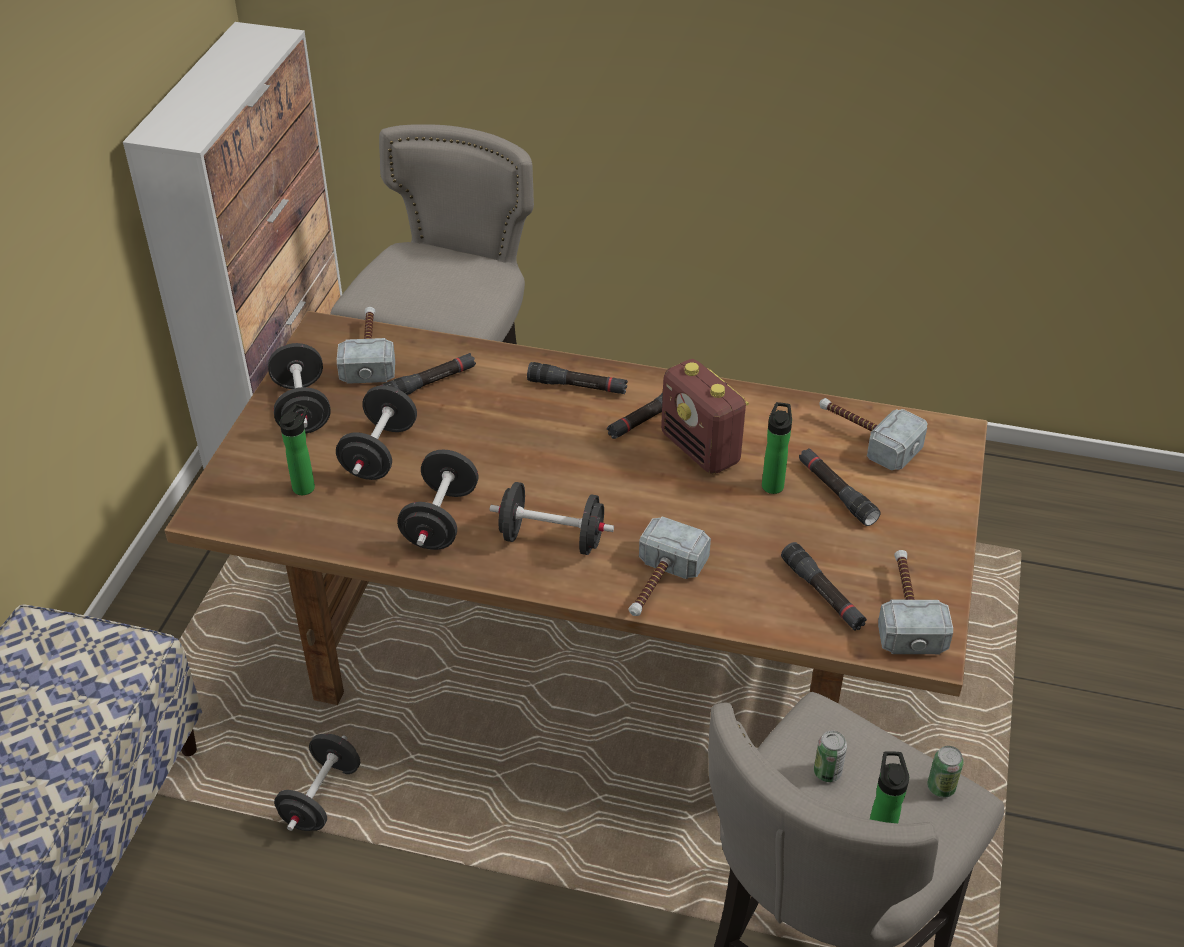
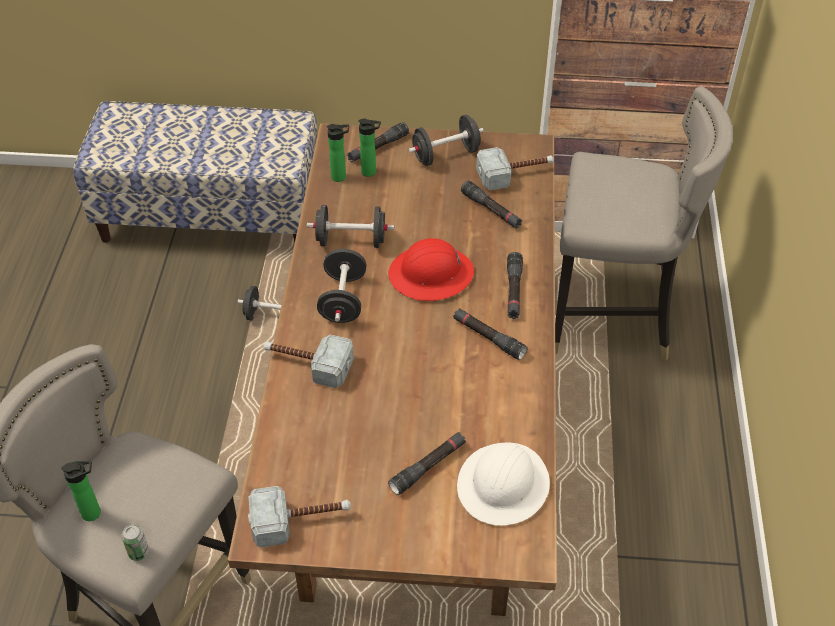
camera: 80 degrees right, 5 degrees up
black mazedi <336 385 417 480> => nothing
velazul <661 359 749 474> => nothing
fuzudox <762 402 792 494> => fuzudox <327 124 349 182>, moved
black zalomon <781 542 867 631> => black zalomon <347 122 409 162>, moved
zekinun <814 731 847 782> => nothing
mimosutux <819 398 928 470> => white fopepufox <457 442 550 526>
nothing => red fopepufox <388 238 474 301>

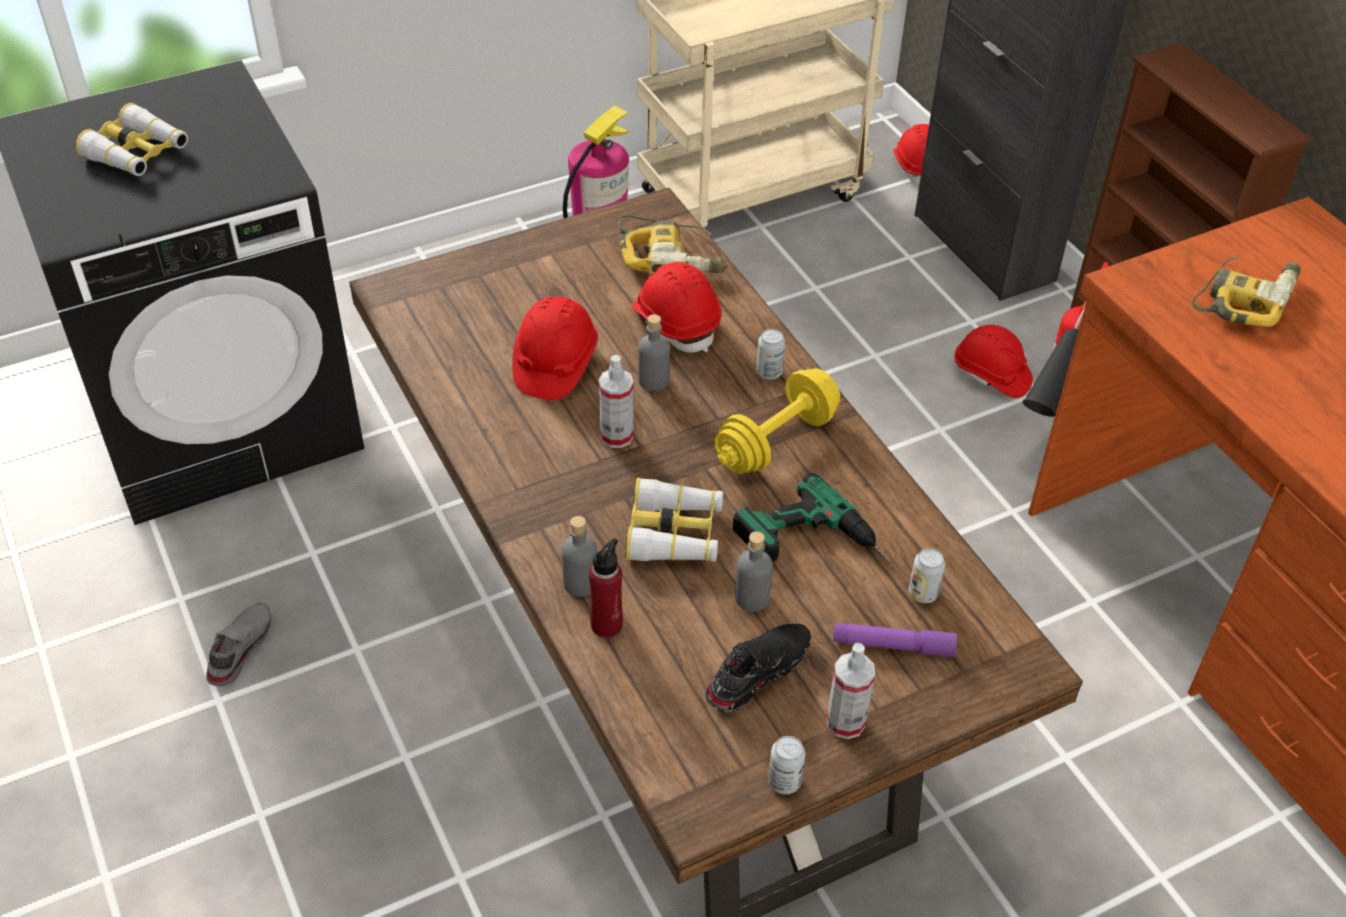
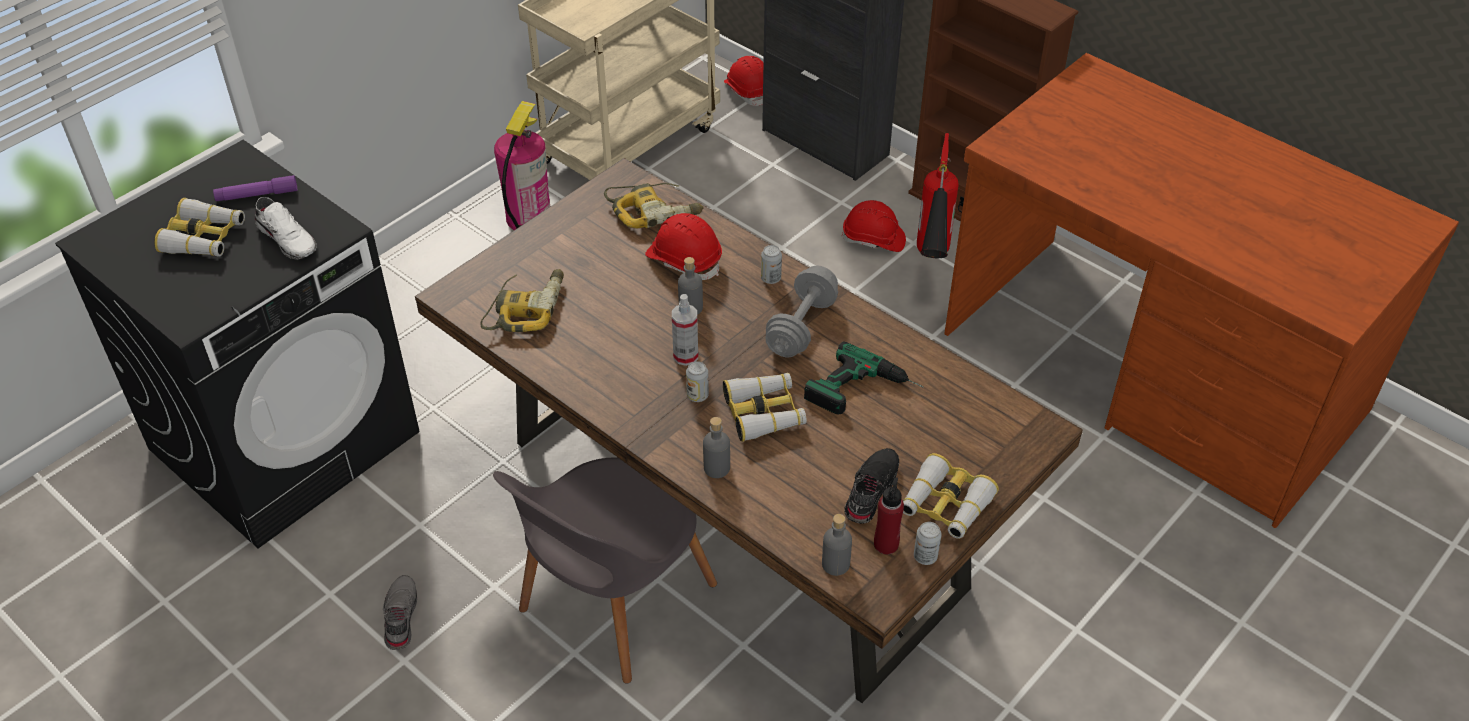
camera: 20 degrees left, 0 degrees up
red fopepufox <512 296 598 400> => nothing
red fuzudox <589 538 623 638> => red fuzudox <874 477 904 554>, moved
yellow mazedi <715 368 840 474> => grey mazedi <765 265 838 357>
grey fuzudox <735 531 773 612> => grey fuzudox <822 514 852 576>, moved
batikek <827 643 875 739> => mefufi <903 453 999 539>
purple zalomon <833 623 957 657> => purple zalomon <213 175 297 201>, moved
zekinun <909 548 945 603> => zekinun <686 361 709 402>, moved
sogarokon <1192 256 1301 327> => sogarokon <480 269 564 332>, moved
nothing => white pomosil <255 197 317 259>
nothing => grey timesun <493 458 717 684>

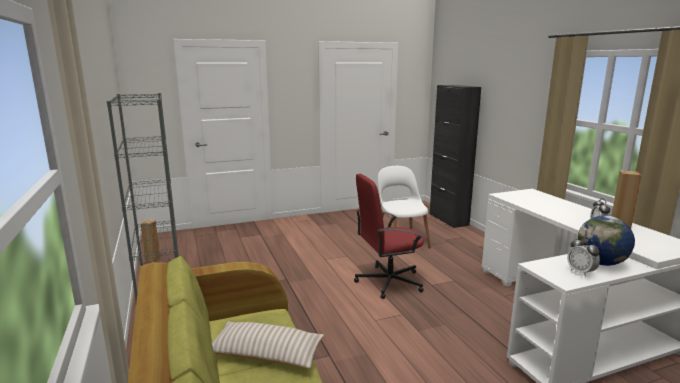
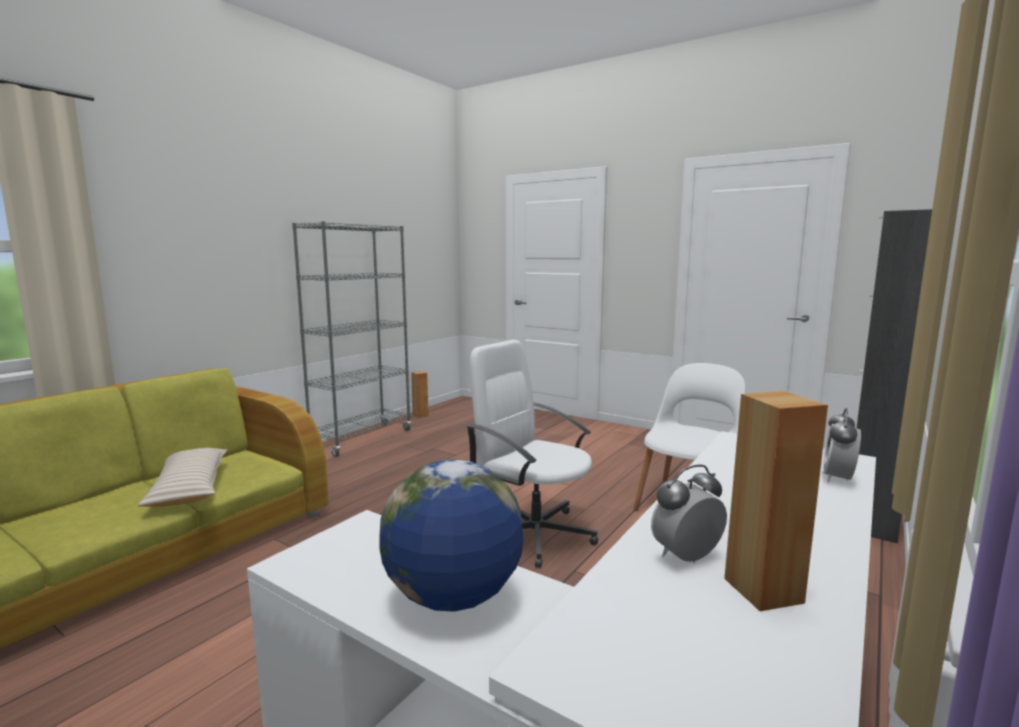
camera: 55 degrees right, 5 degrees down
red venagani <354 174 424 299> => white venagani <466 340 598 568>
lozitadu <567 237 600 277> => lozitadu <822 408 861 482>, moved

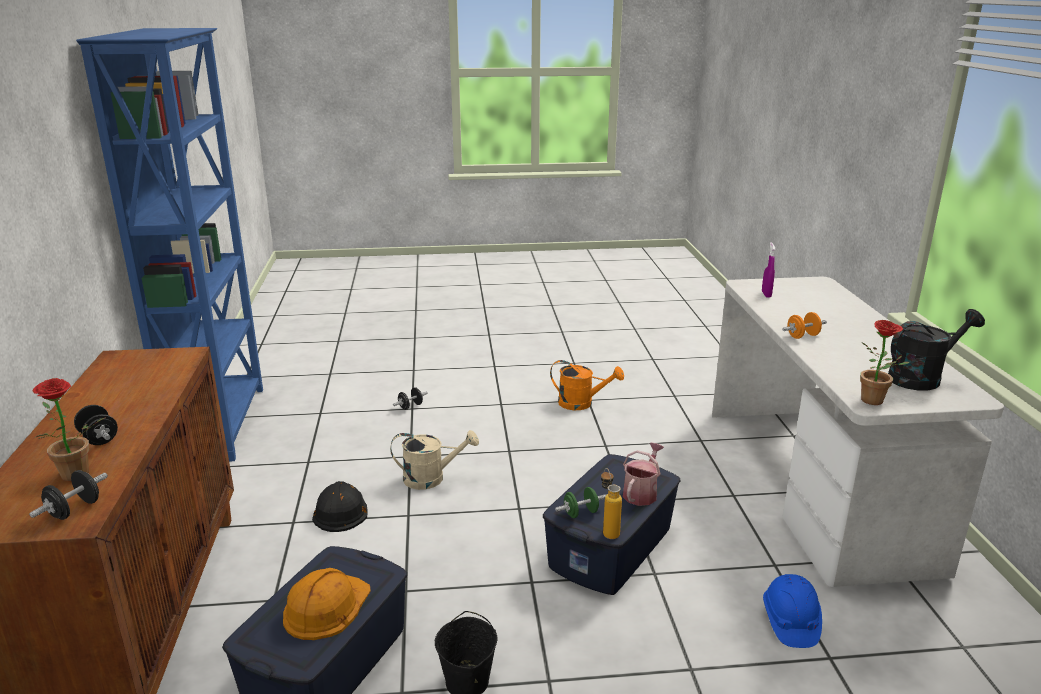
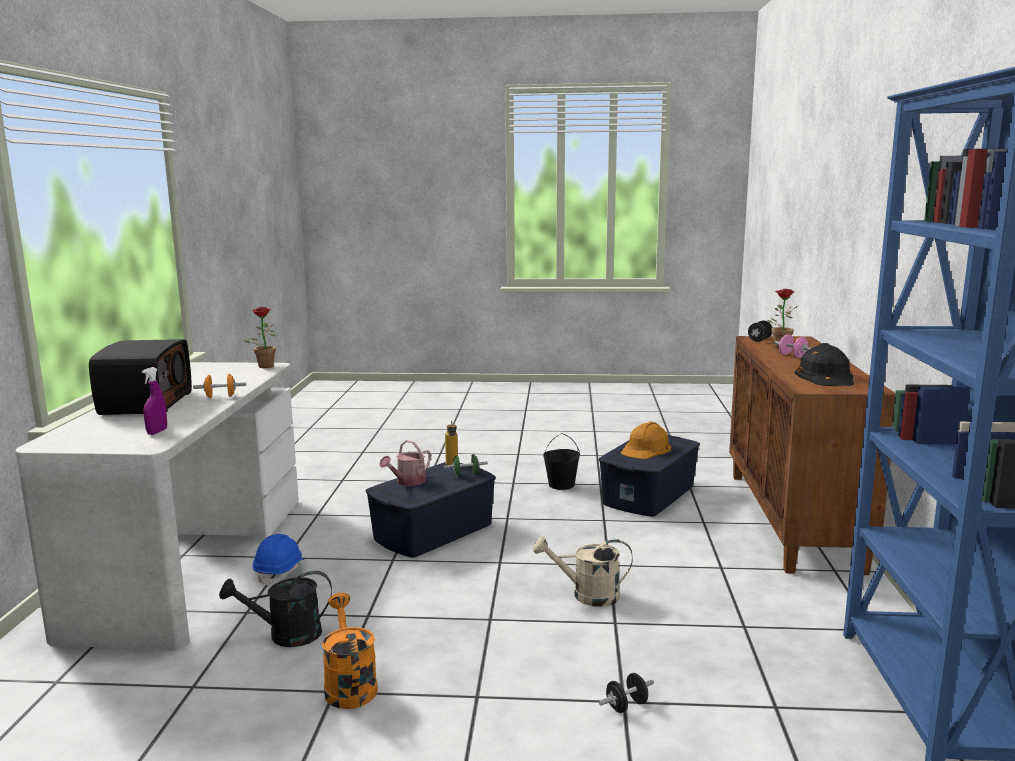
camera: 170 degrees left, 10 degrees down
black mazedi <74 405 118 445> => pink mazedi <775 334 811 358>
black fopepufox <312 481 368 532> => black fopepufox <795 343 854 386>, moved
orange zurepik <550 360 624 410> => orange zurepik <322 593 378 709>, 45 degrees clockwise
blue fopepufox <763 574 822 648> => blue fopepufox <253 534 305 587>, moved
black zurepik <888 309 985 391> => black zurepik <219 571 332 647>, moved
nothing => velazul <89 339 192 415>

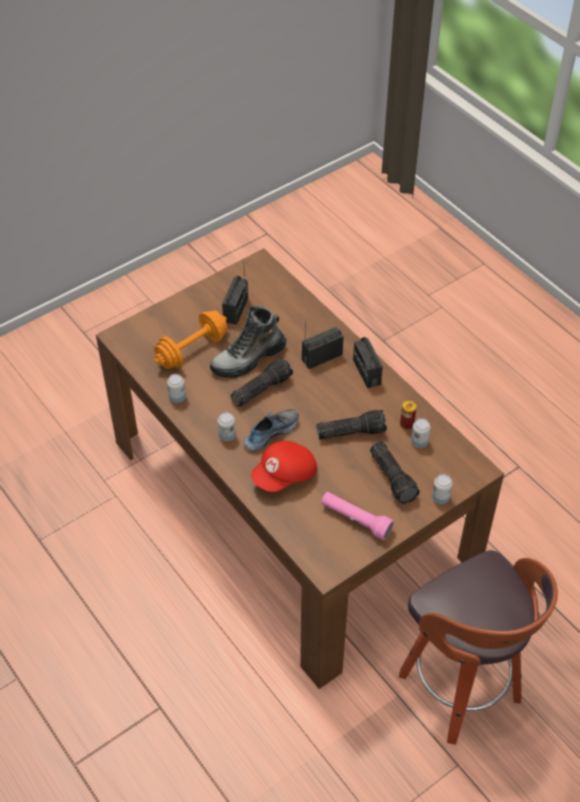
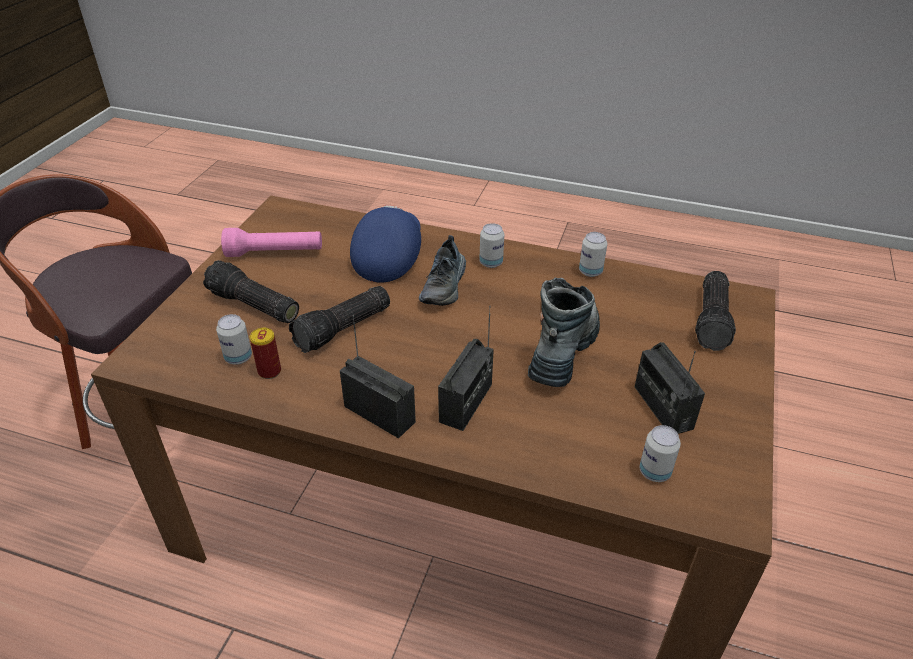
camera: 145 degrees right, 10 degrees down
orange mazedi <154 311 228 369> => nothing
zalomon <230 357 293 407> => zalomon <695 271 736 351>, moved
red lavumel <251 441 317 492> => blue lavumel <350 205 421 283>
zekinun <432 474 453 504> => zekinun <639 425 681 482>, moved

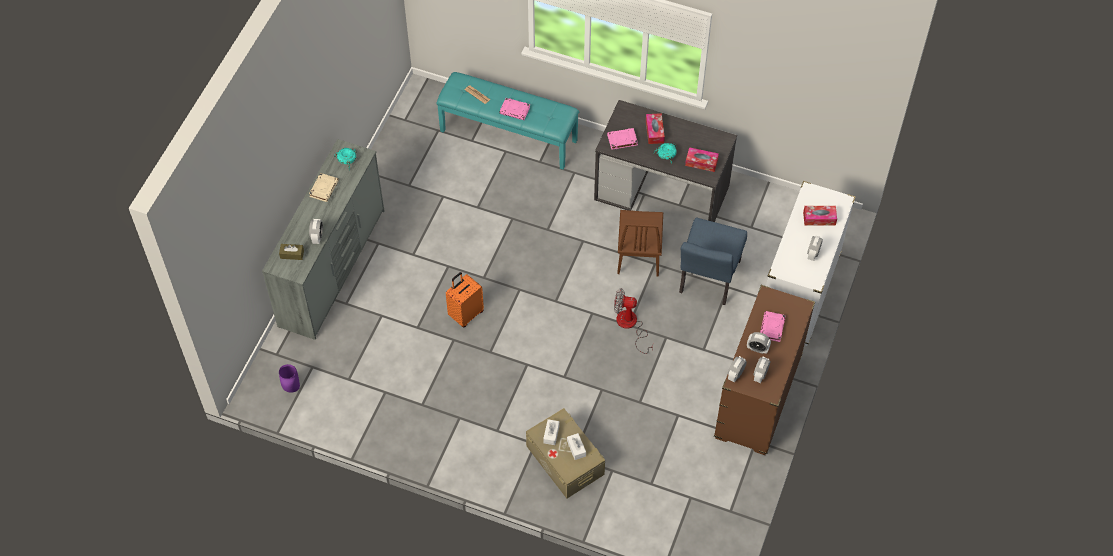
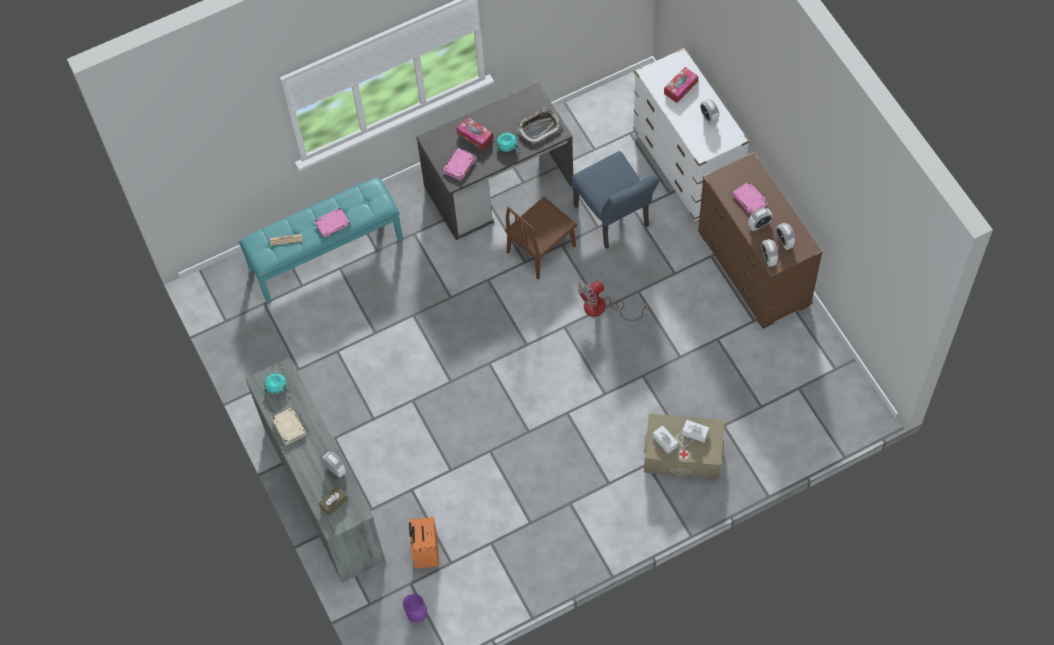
camera: 45 degrees left, 5 degrees up
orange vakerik <446 272 484 327> => orange vakerik <409 517 439 569>, moved
brown timesun <617 210 663 277> => brown timesun <505 197 577 279>, 90 degrees clockwise
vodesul <685 147 719 172> => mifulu <517 107 562 144>

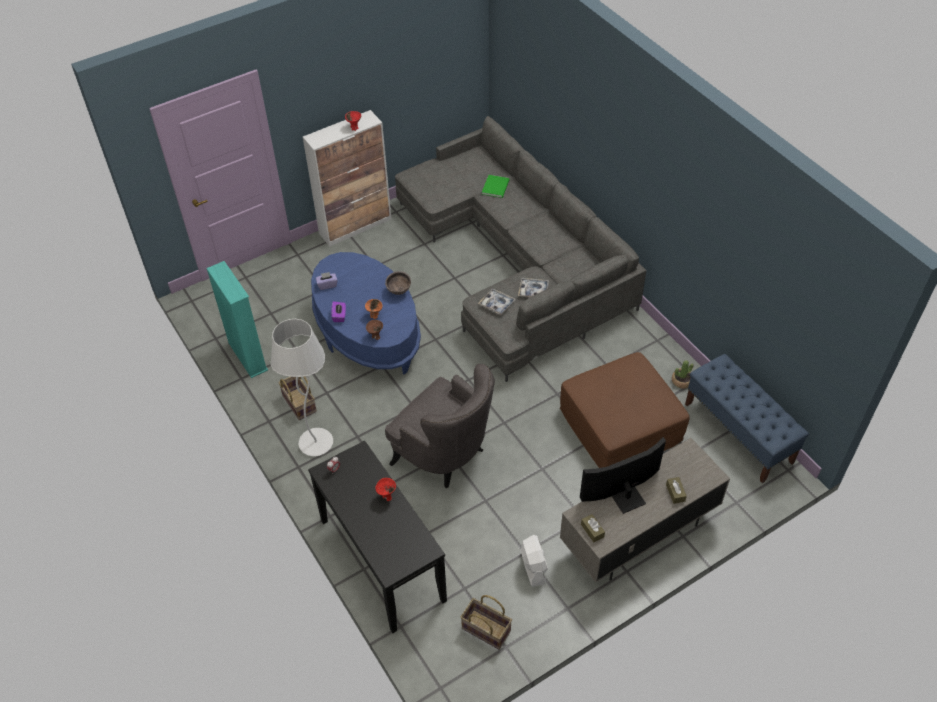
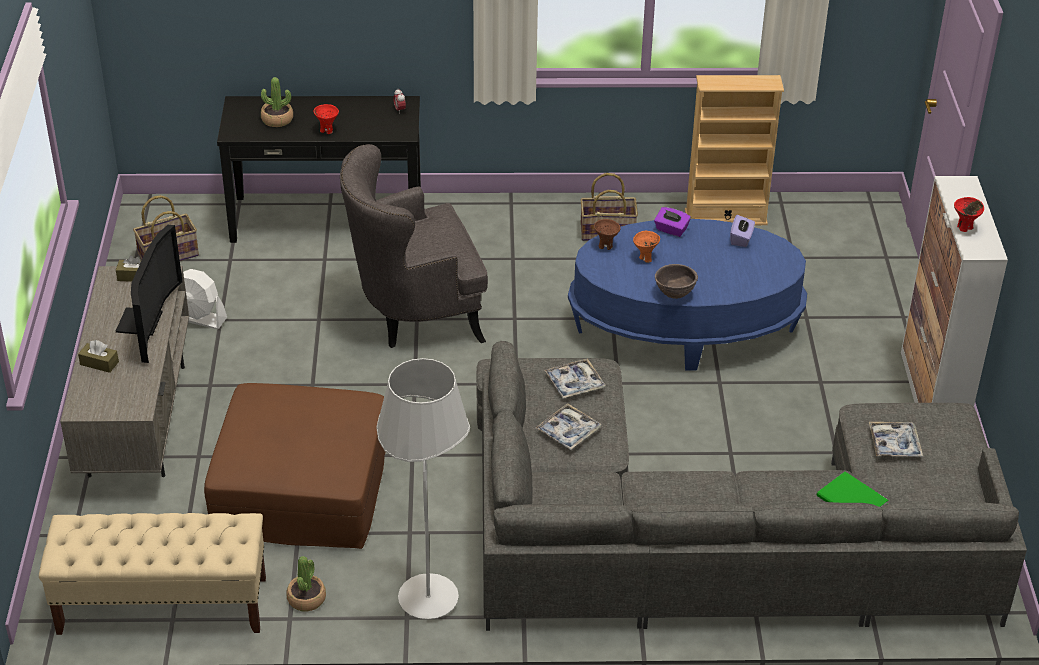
camera: 120 degrees right, 10 degrees down
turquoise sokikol <206 261 268 378> => beige sokikol <685 75 784 225>
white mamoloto <271 319 333 457> => white mamoloto <376 358 470 620>, moved
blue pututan <685 354 809 483> => beige pututan <39 513 266 635>
nothing => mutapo <261 77 293 127>
nothing => mifulu <869 422 923 457>

